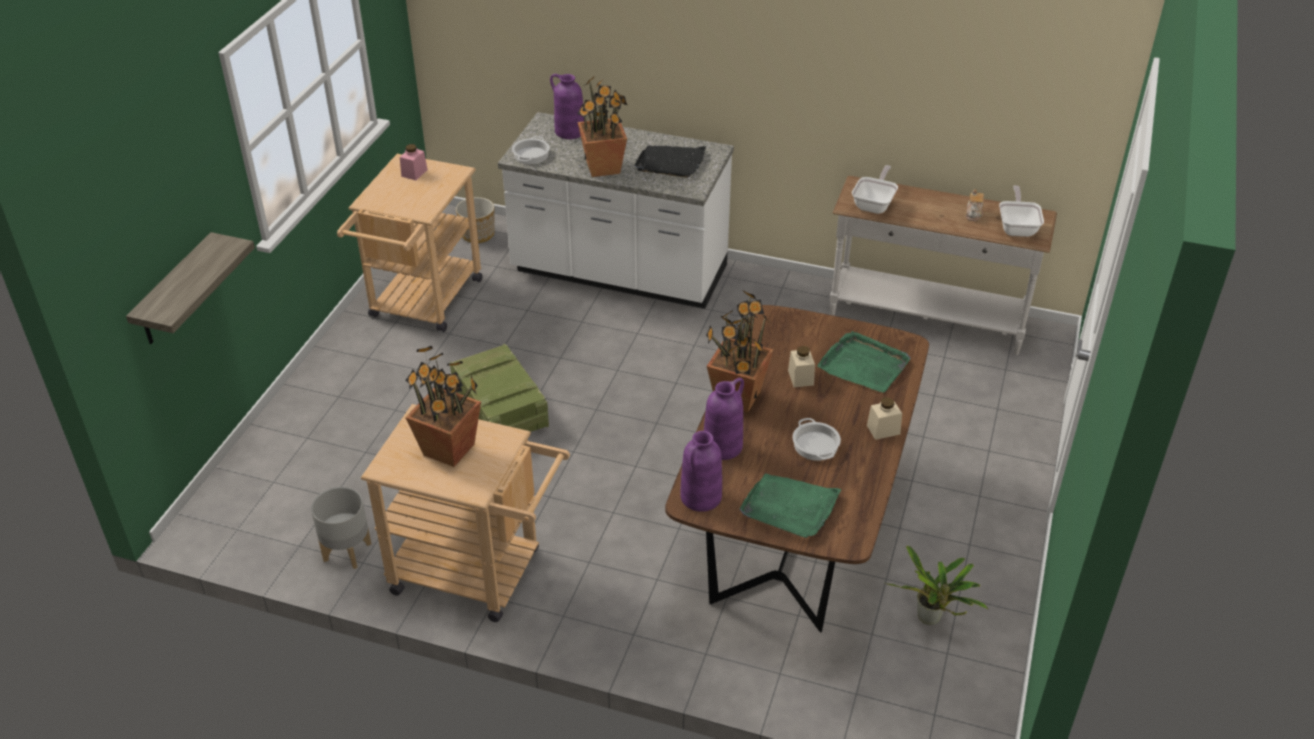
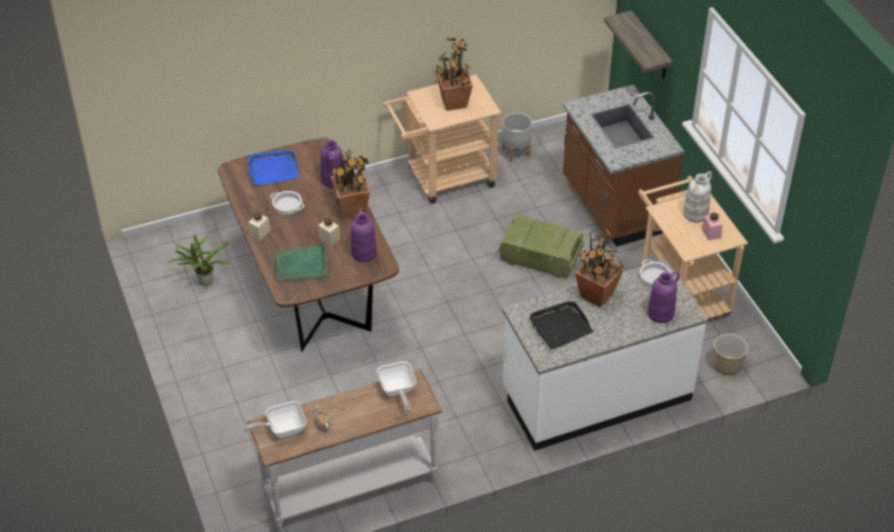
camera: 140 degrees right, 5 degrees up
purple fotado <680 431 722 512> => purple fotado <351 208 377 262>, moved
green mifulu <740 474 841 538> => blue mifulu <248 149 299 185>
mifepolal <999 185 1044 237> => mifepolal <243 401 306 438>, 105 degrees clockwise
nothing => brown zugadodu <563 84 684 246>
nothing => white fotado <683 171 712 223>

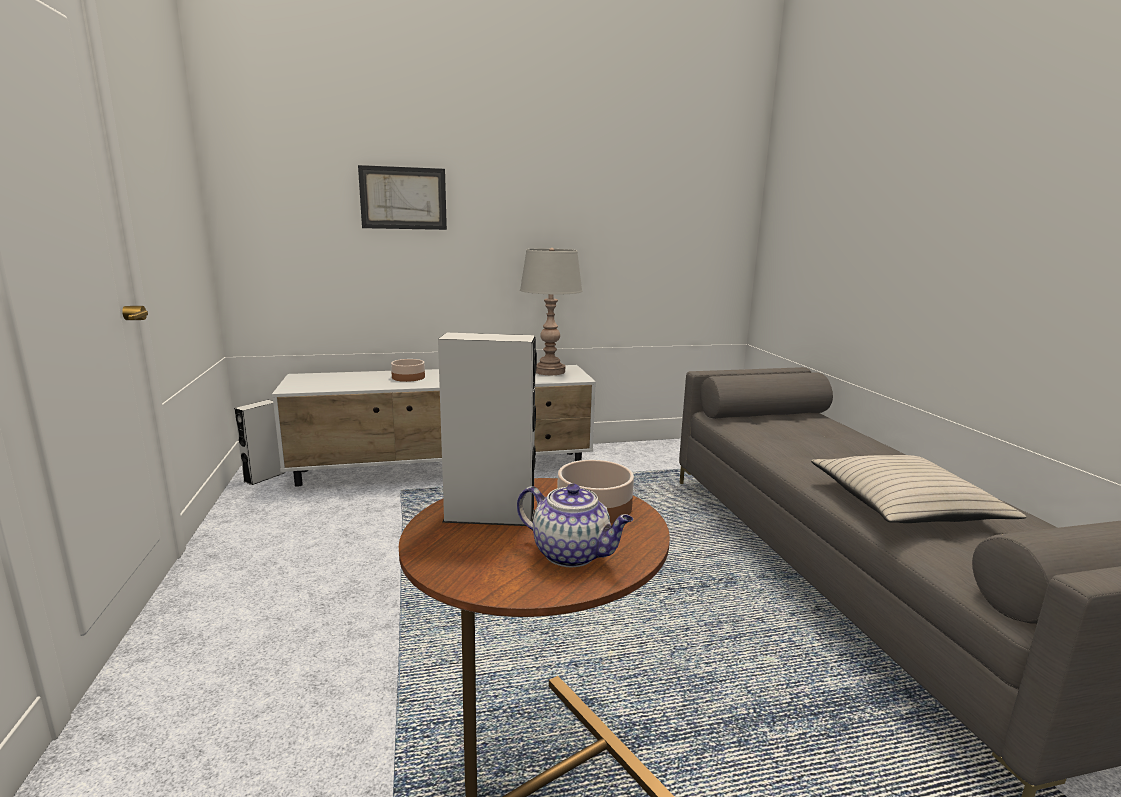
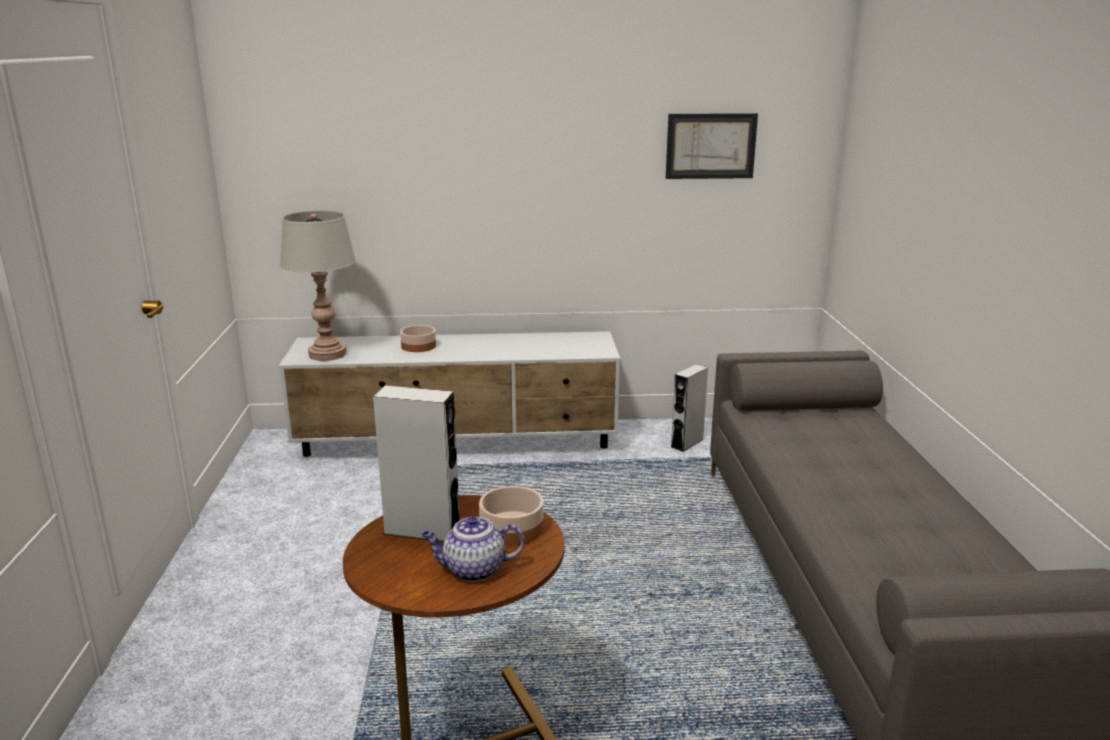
camera: 10 degrees right, 5 degrees up
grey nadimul <234 400 285 485> => grey nadimul <670 364 708 452>, moved
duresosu <358 165 447 230> => duresosu <666 113 758 179>, moved
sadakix <517 484 633 567> => sadakix <422 516 525 582>, 135 degrees clockwise
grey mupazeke <520 248 583 375> => grey mupazeke <280 211 356 361>, moved
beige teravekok <811 455 1026 523> => nothing

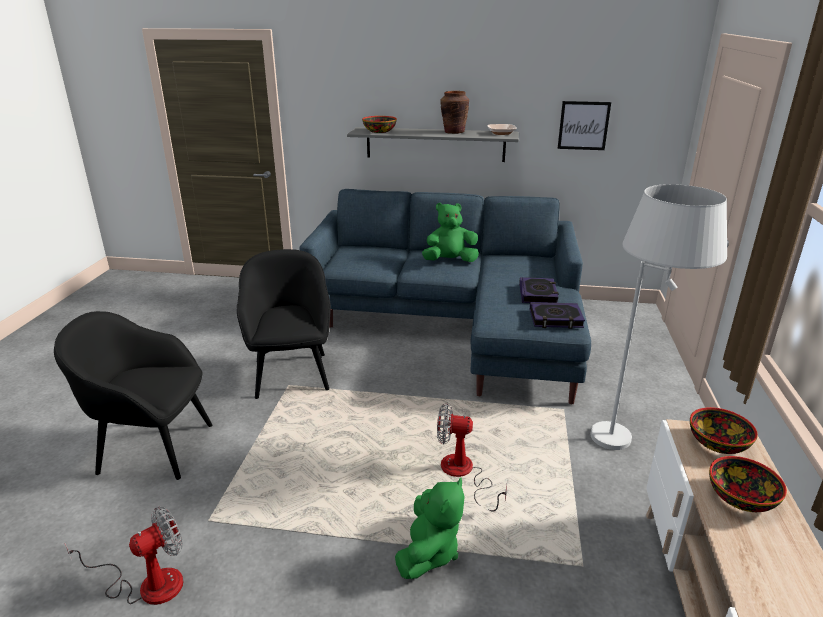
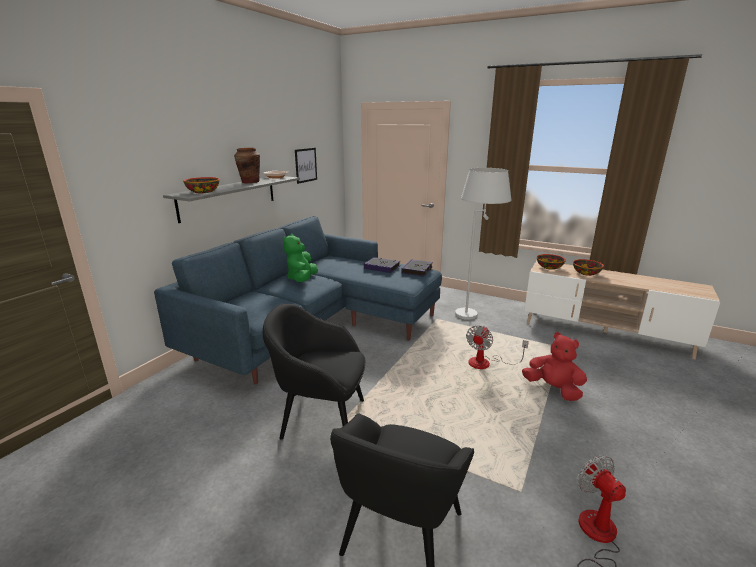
camera: 70 degrees left, 5 degrees down
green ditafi <395 477 465 579> => red ditafi <522 332 587 401>

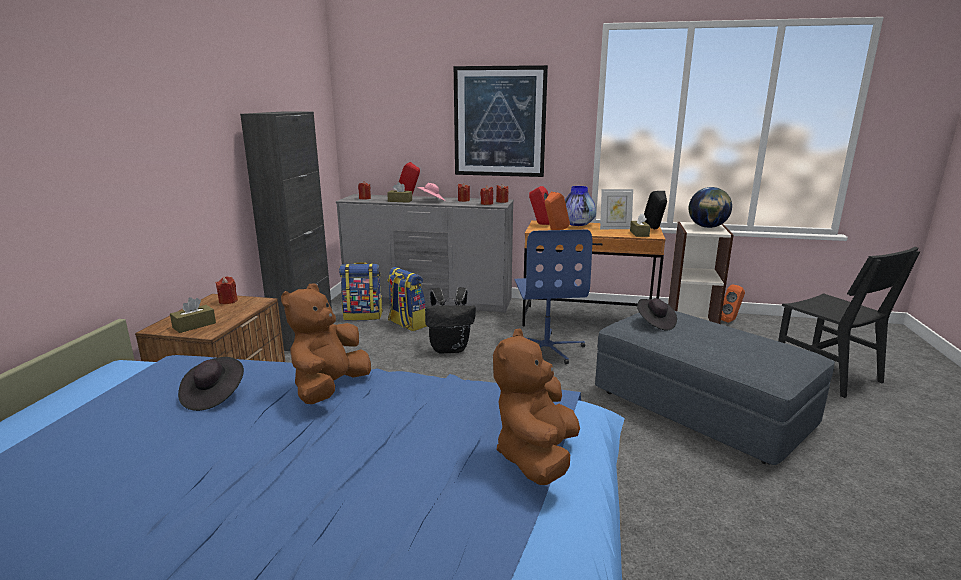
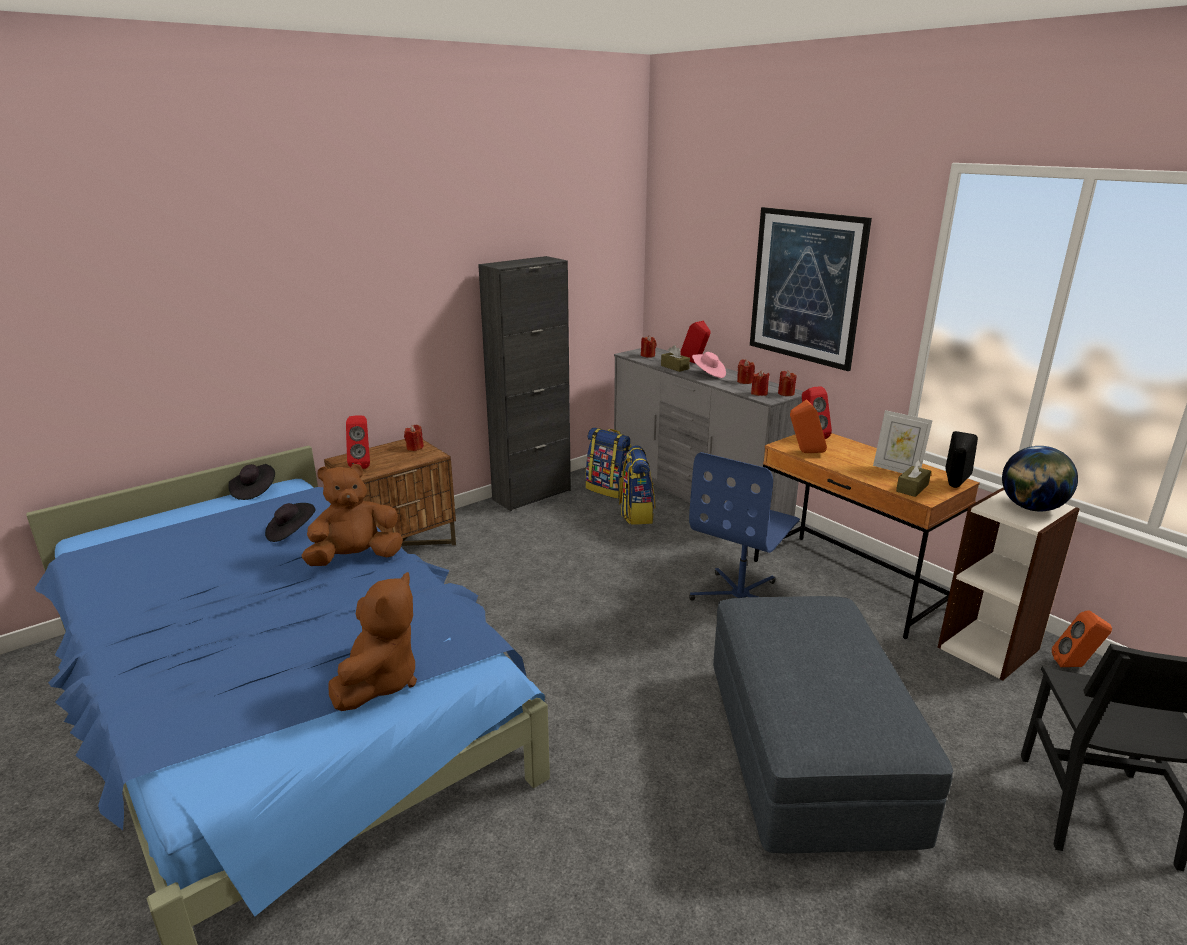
camera: 40 degrees right, 5 degrees up
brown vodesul <170 297 216 333> => red nadimul <346 415 370 469>
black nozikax <425 287 476 354> => nothing
brown ditafi <493 328 580 485> => brown ditafi <329 572 417 711>, 135 degrees clockwise
fotado <565 186 596 226> => nothing
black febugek <637 298 677 331> => black febugek <229 464 275 500>, moved

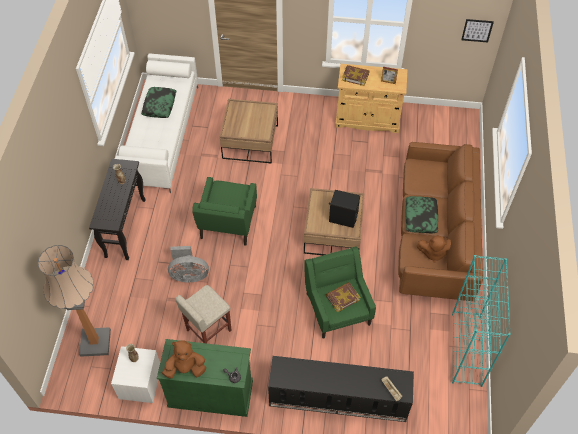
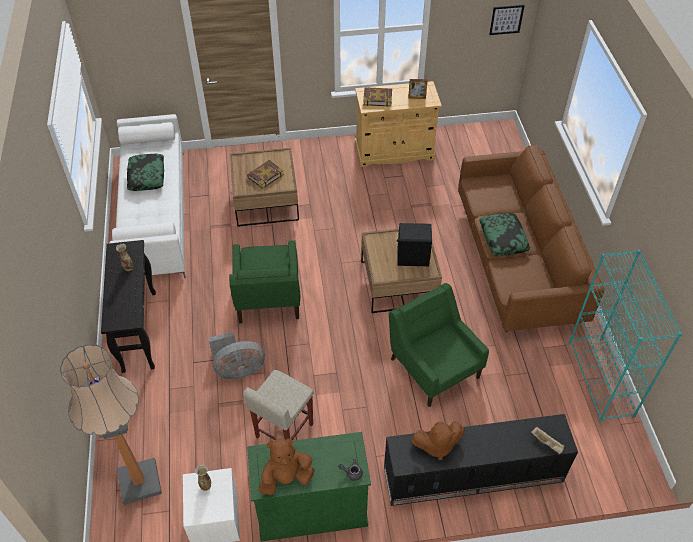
camera: 15 degrees left, 5 degrees down
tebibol <326 282 361 312> => tebibol <247 160 284 189>, moved
brown ditafi <417 235 451 262> => brown ditafi <411 421 465 460>, moved

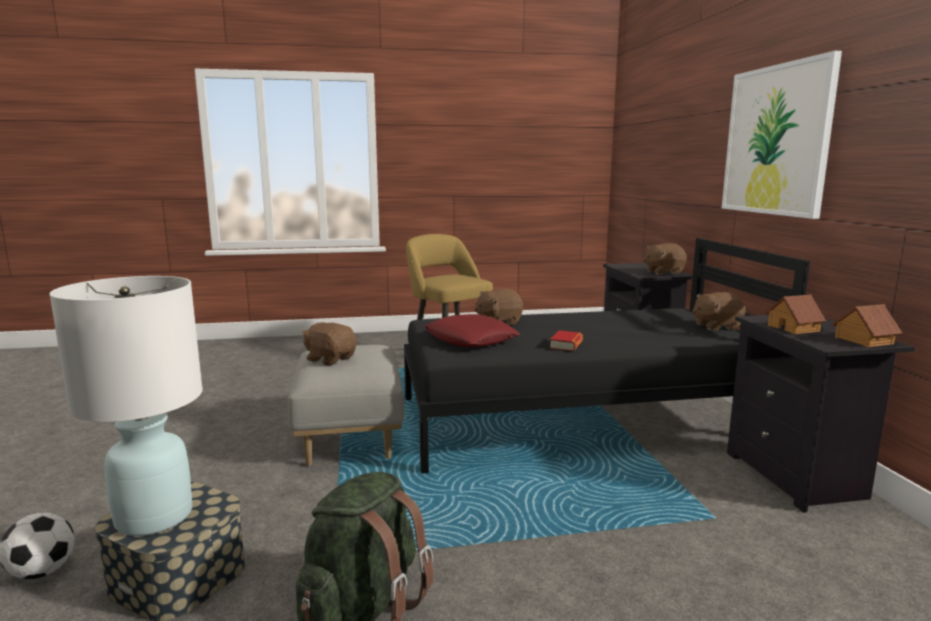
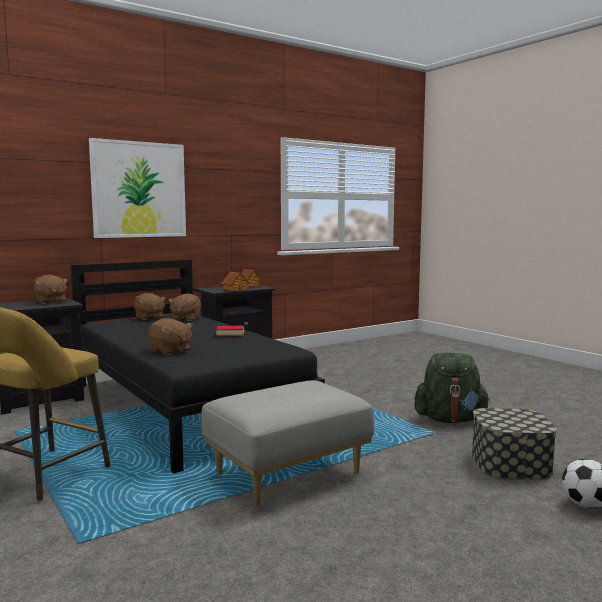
camera: 115 degrees left, 5 degrees down
white mupazeke <49 276 203 536> => nothing
brown ditafi <302 322 356 366> => brown ditafi <168 293 201 321>, moved
red teravekok <424 314 520 347> => nothing

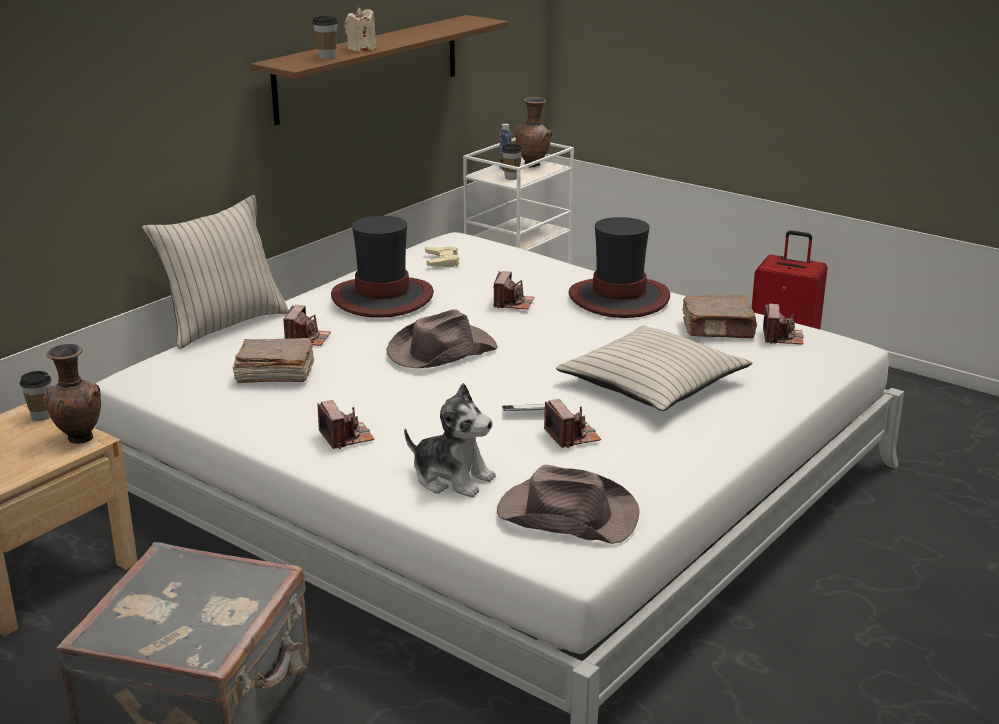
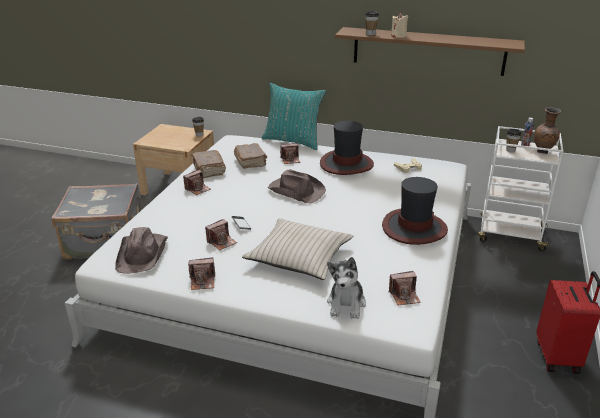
camera: 70 degrees right, 5 degrees up
brown fotado <44 343 101 444> => nothing
beige teravekok <142 195 289 349> => turquoise teravekok <262 83 326 150>
ditafi <404 383 496 498> => ditafi <327 257 366 319>, moved
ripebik <494 271 534 310> => ripebik <188 257 215 290>, moved
brown tebibol <682 295 758 338> => brown tebibol <191 150 226 178>, moved

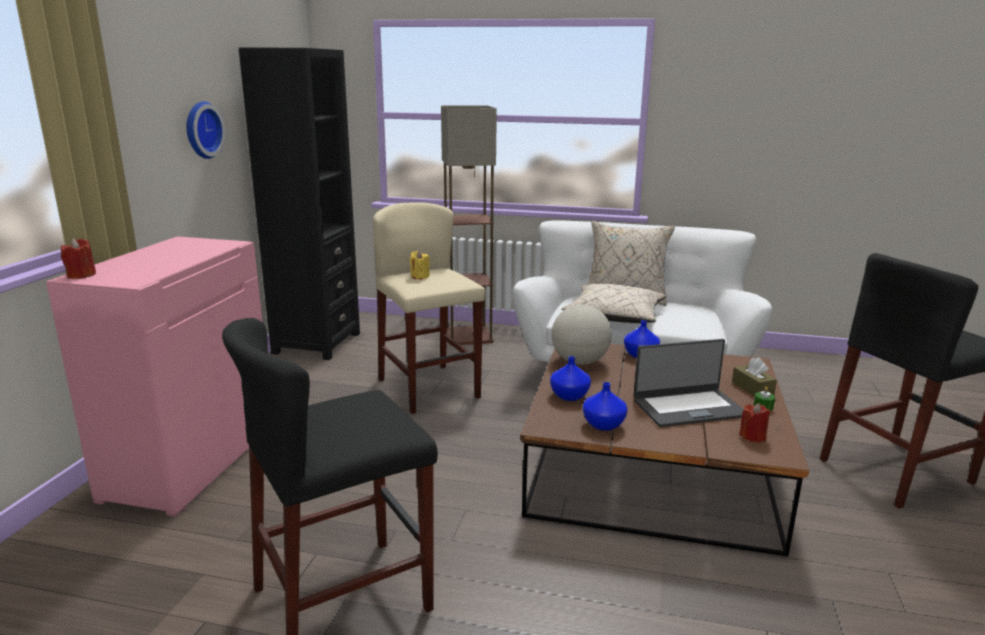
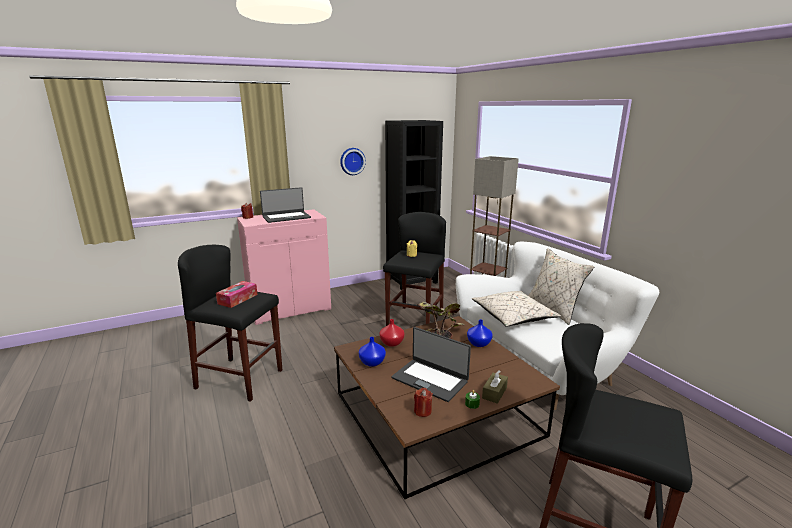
camera: 50 degrees right, 0 degrees up
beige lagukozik <373 202 485 414> => black lagukozik <383 212 446 326>
blue fotado <550 356 591 401> => red fotado <379 319 404 347>
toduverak <551 305 612 365> => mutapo <417 301 465 339>
nothing => vodesul <216 281 258 308>
nothing => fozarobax <260 187 311 223>

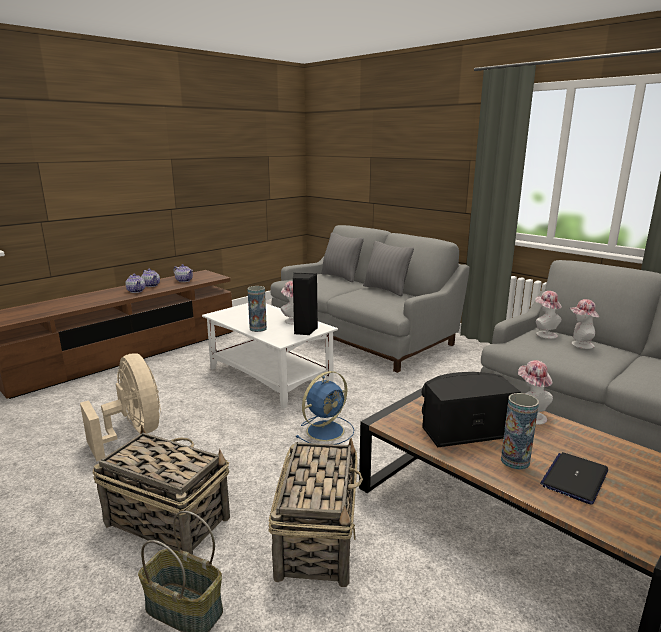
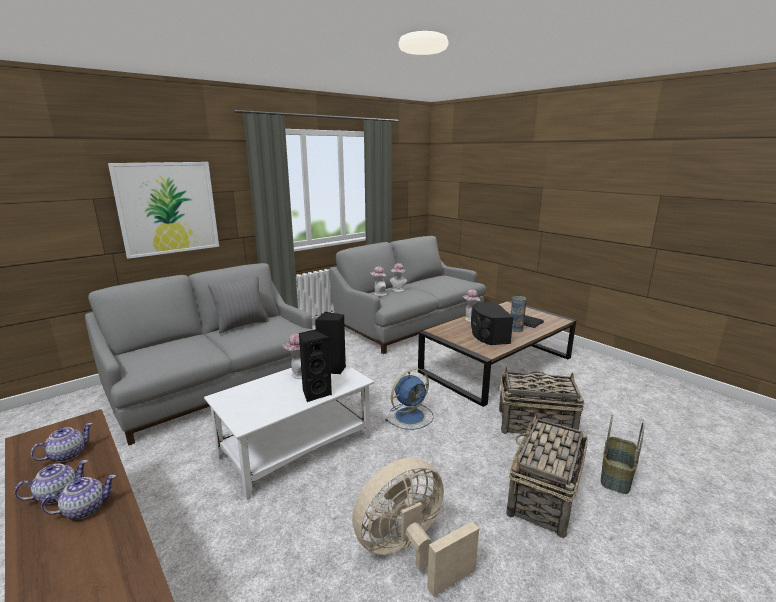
camera: 85 degrees left, 0 degrees up
fotado <248 286 267 332> => black nadimul <299 330 332 402>
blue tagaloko <296 371 354 445> => blue tagaloko <386 368 434 430>, 90 degrees clockwise
grey teravekok <321 232 364 282> => nothing
nothing => duresosu <108 162 219 259>

